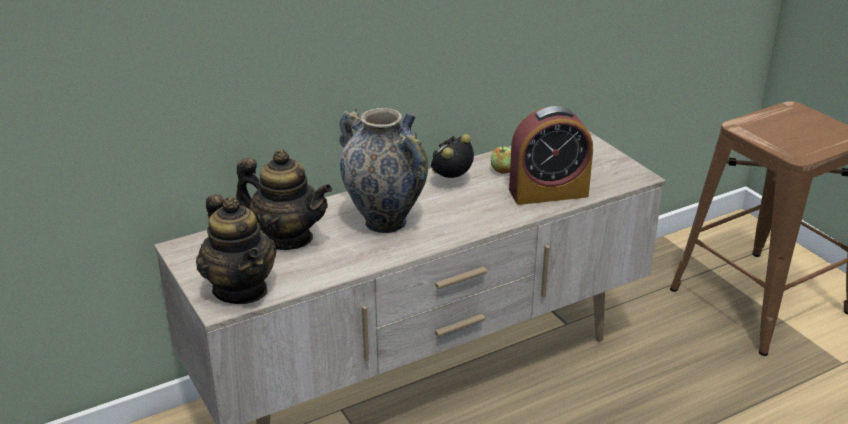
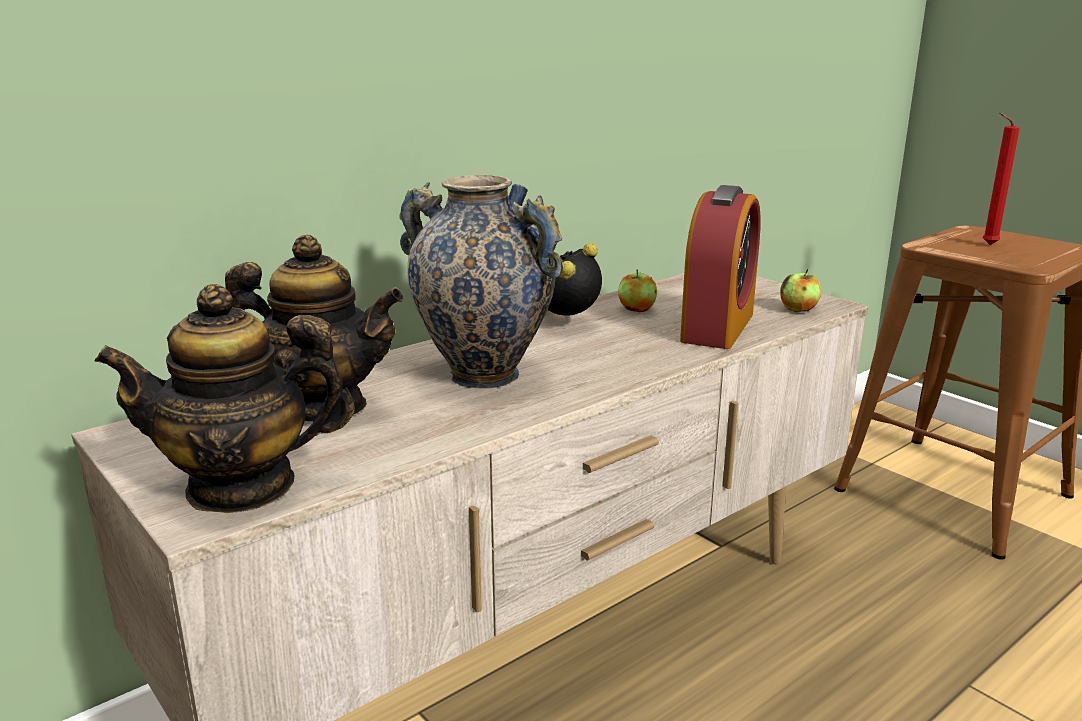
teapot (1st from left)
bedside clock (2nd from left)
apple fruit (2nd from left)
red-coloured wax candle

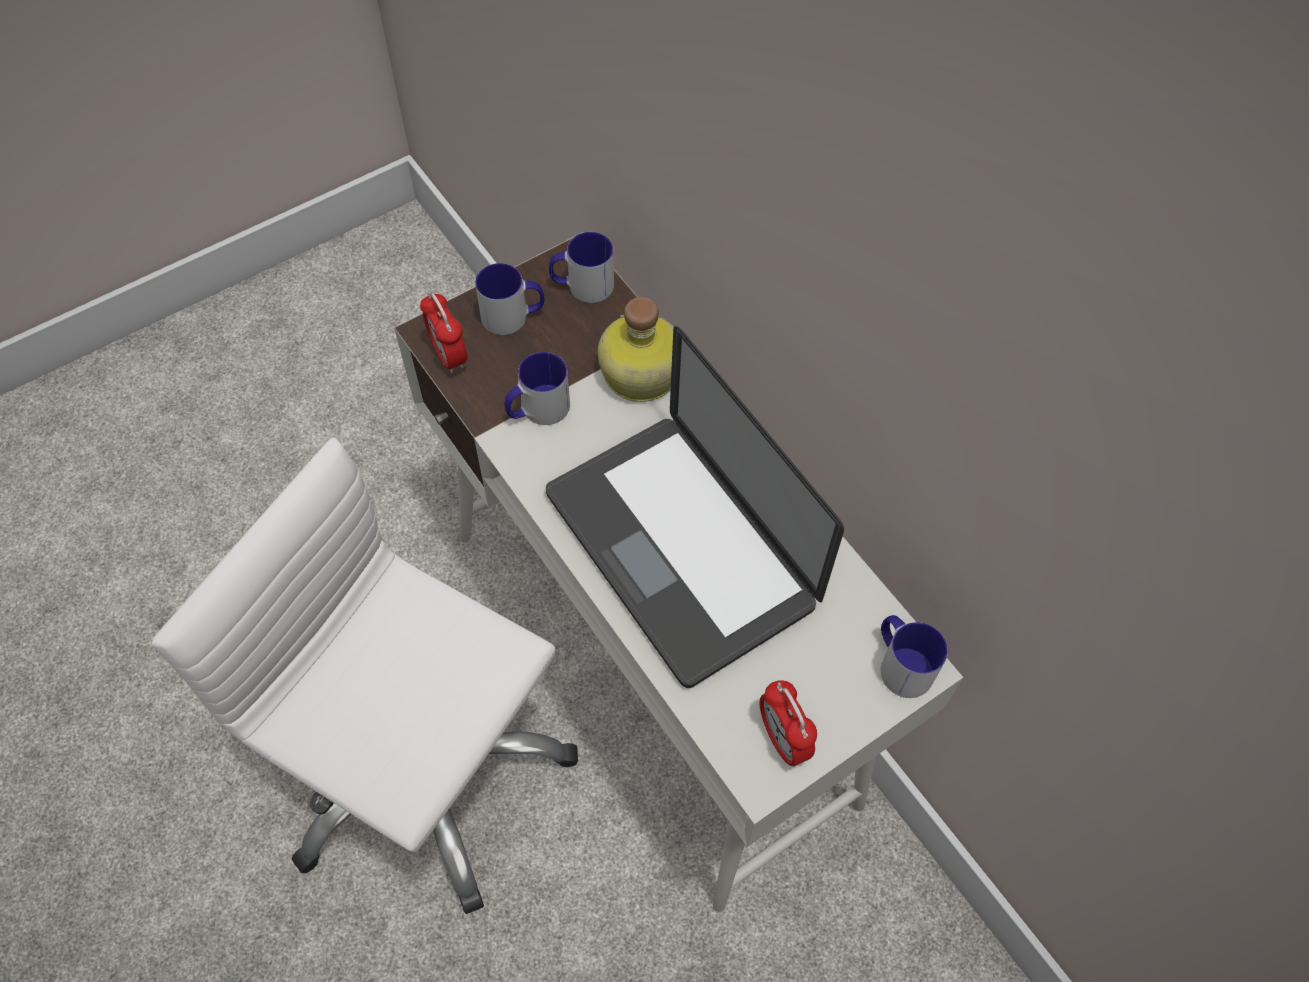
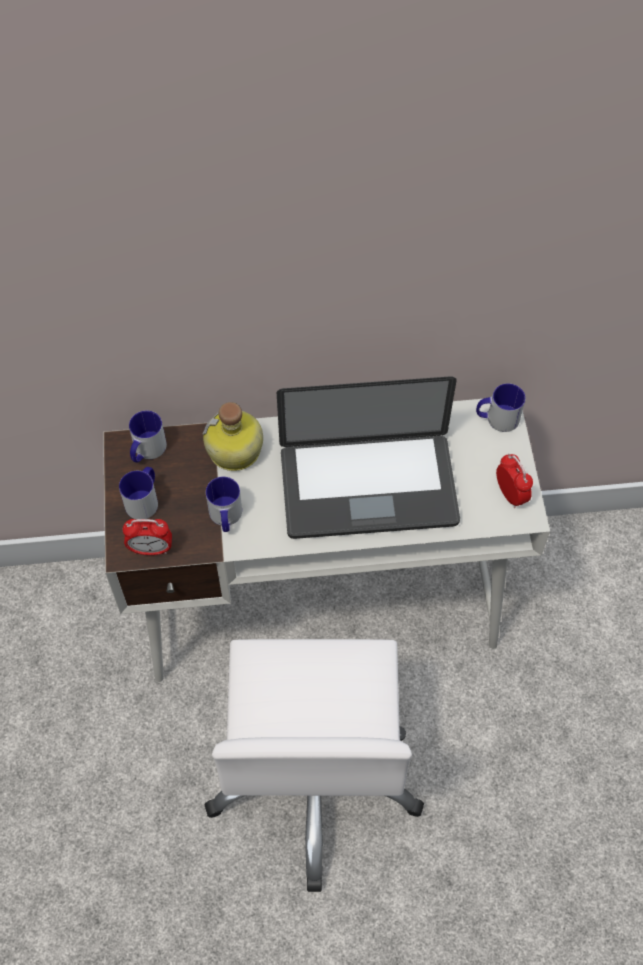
white-coloured office chair
bedside clock (2nd from left)

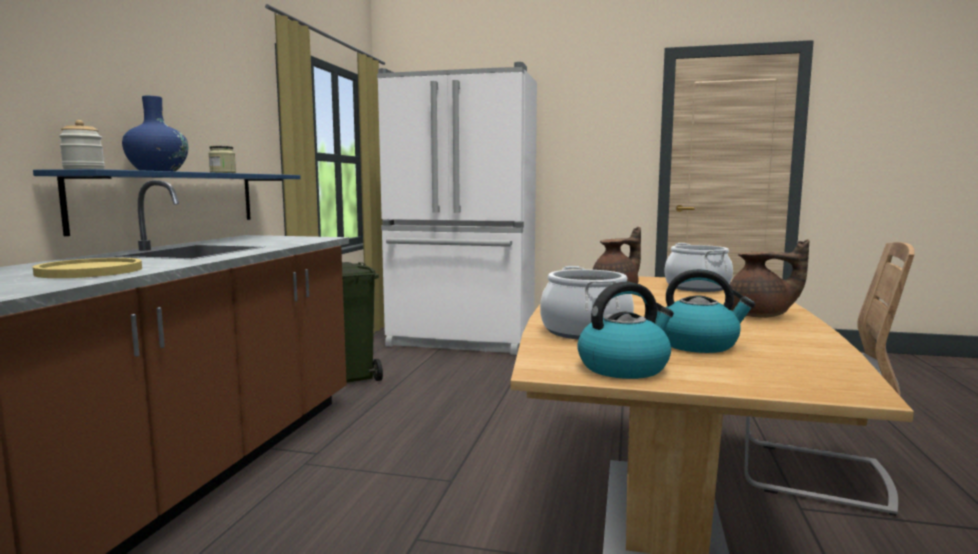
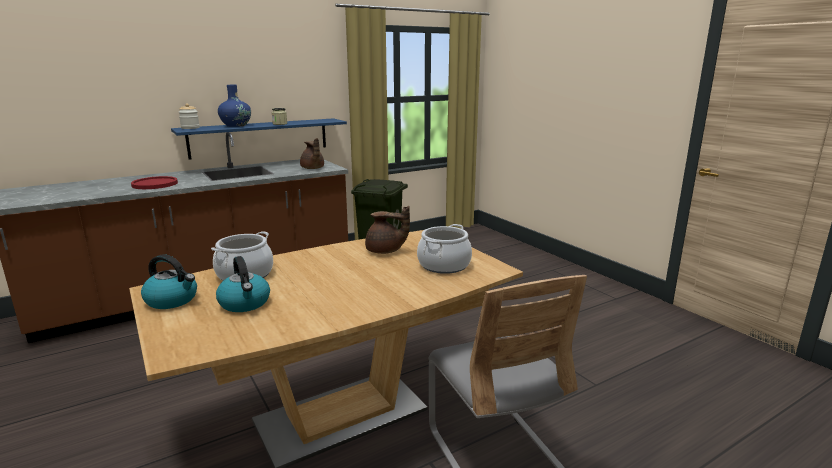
red-coloured flat dish
white-coloured fridge
brown-coloured teapot (1st from left)

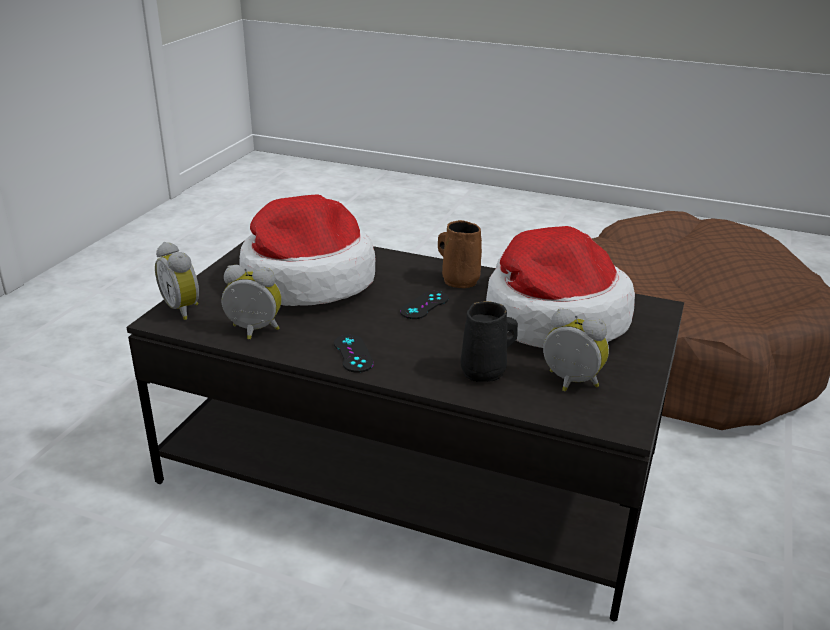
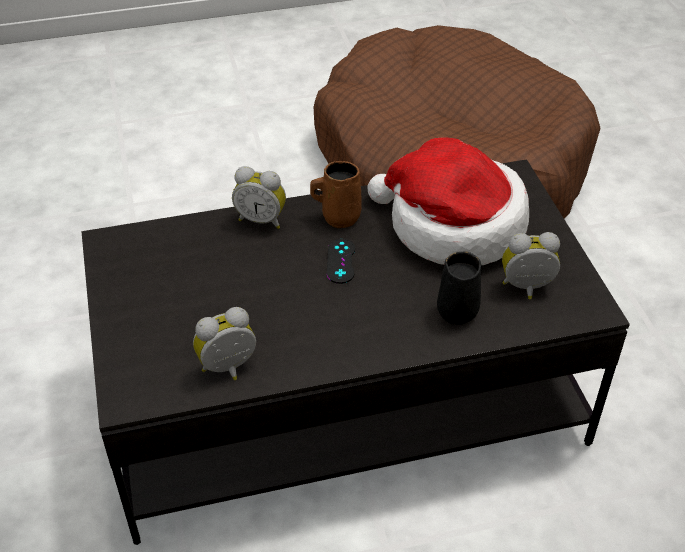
bedside clock (2nd from left)
wearable hat (1st from left in the first image)
black gamepad (1st from left in the first image)

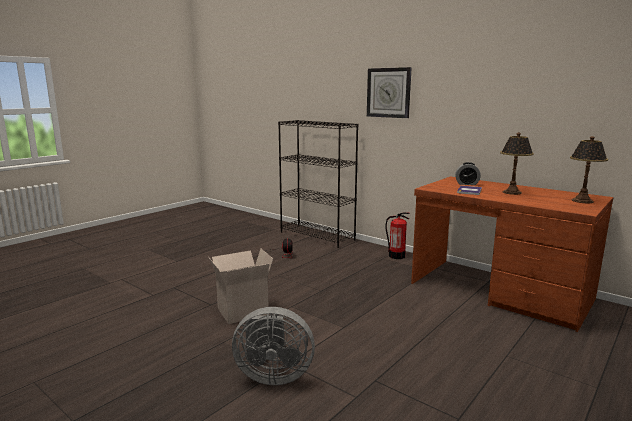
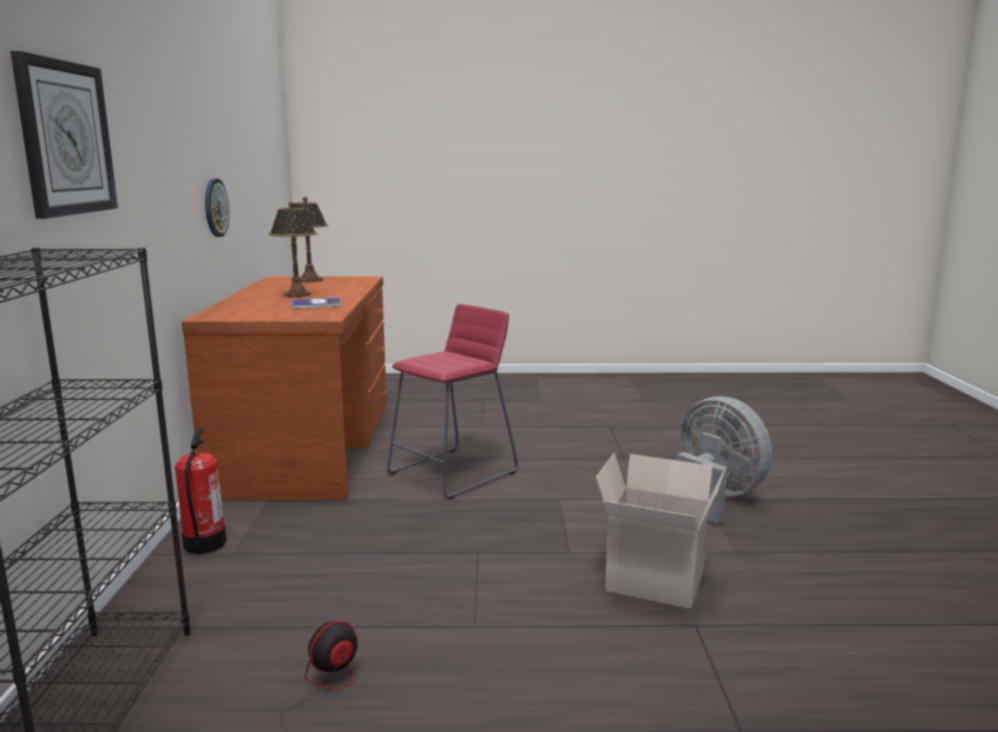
bedside clock
clock on the wall (2nd from left)
red-coloured stool seat

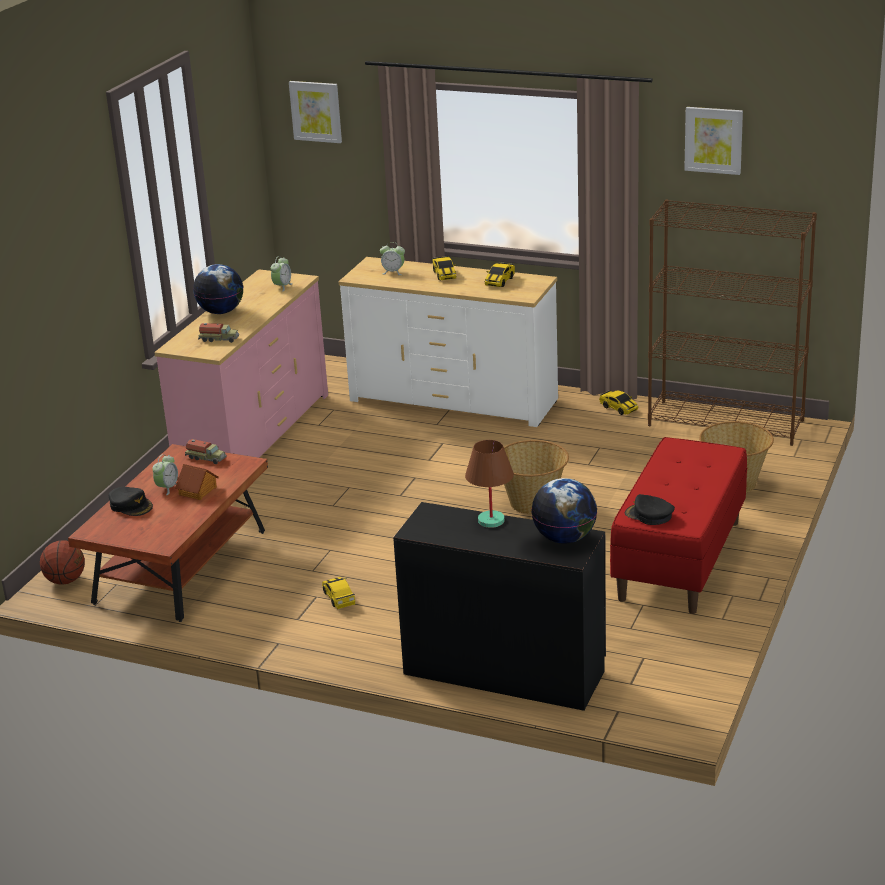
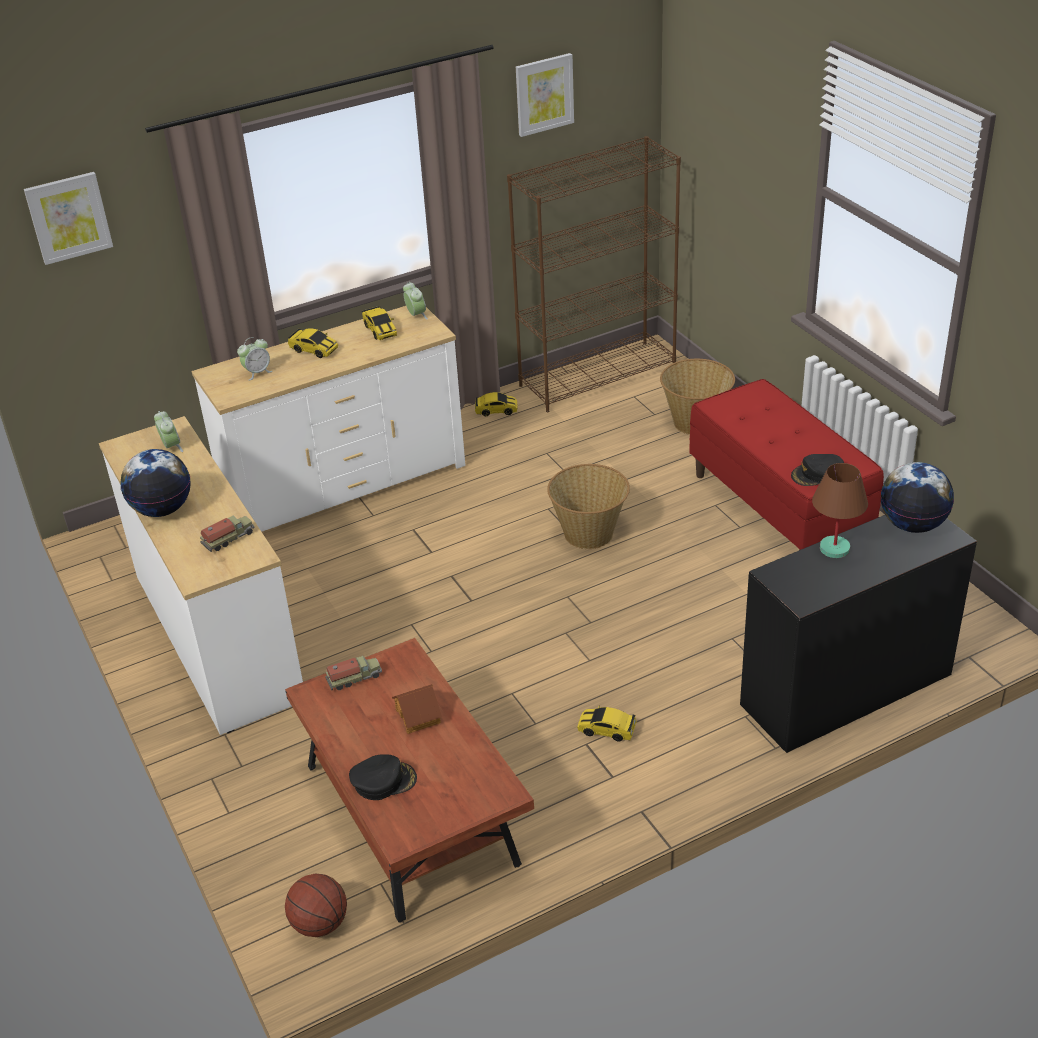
bedside clock (3rd from left)
white-coloured dresser (1st from left)

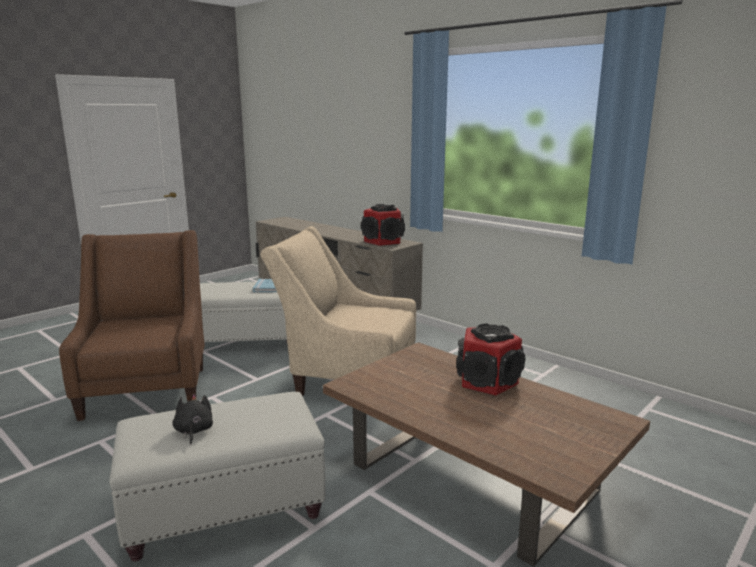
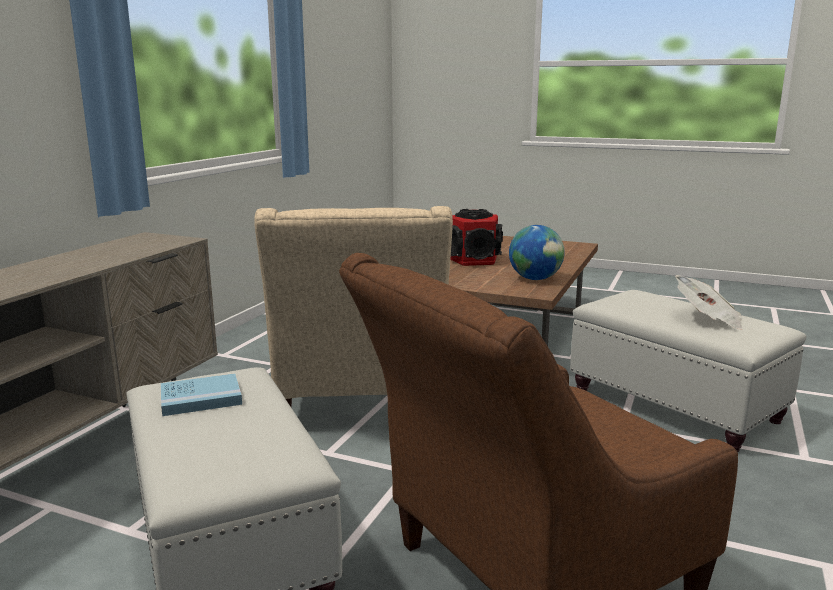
daily paper
audio speaker (1st from left in the first image)
desk globe

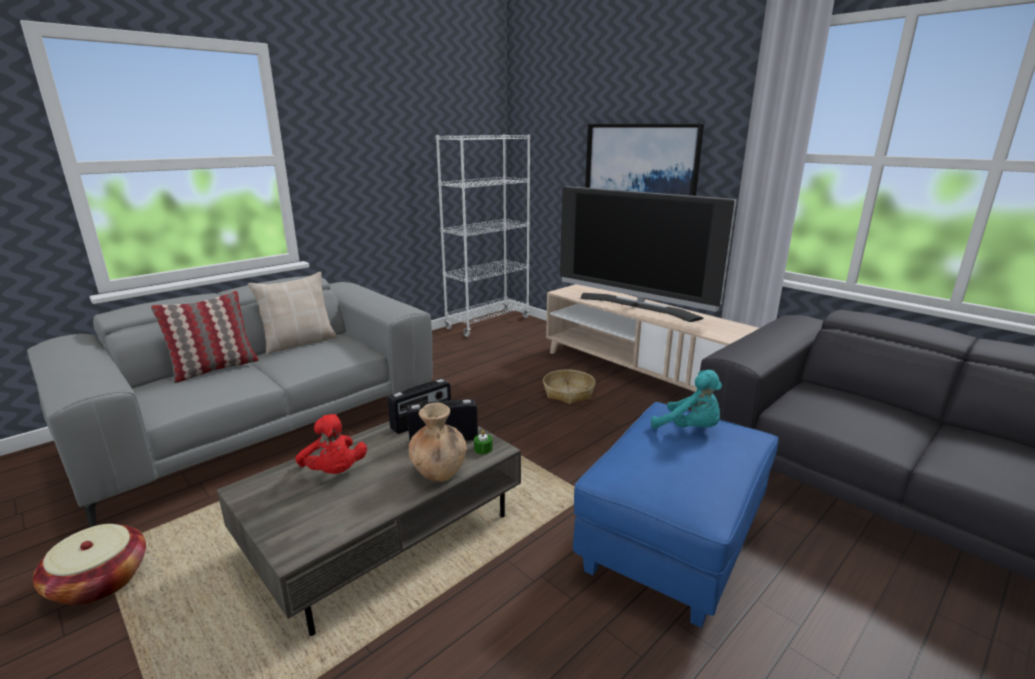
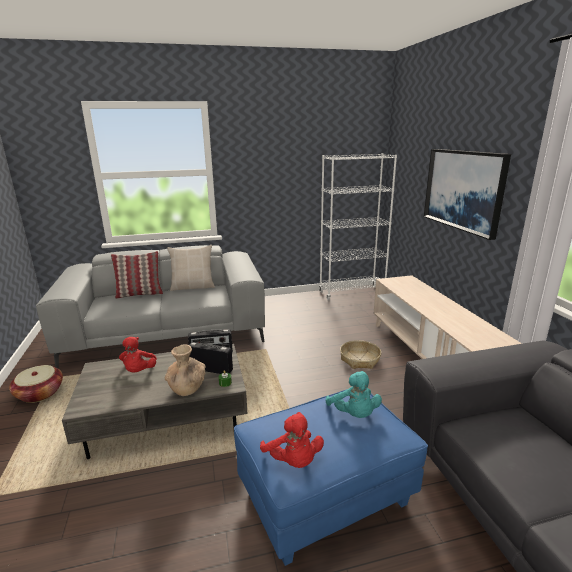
TV set
red-coloured plush toy (2nd from left)

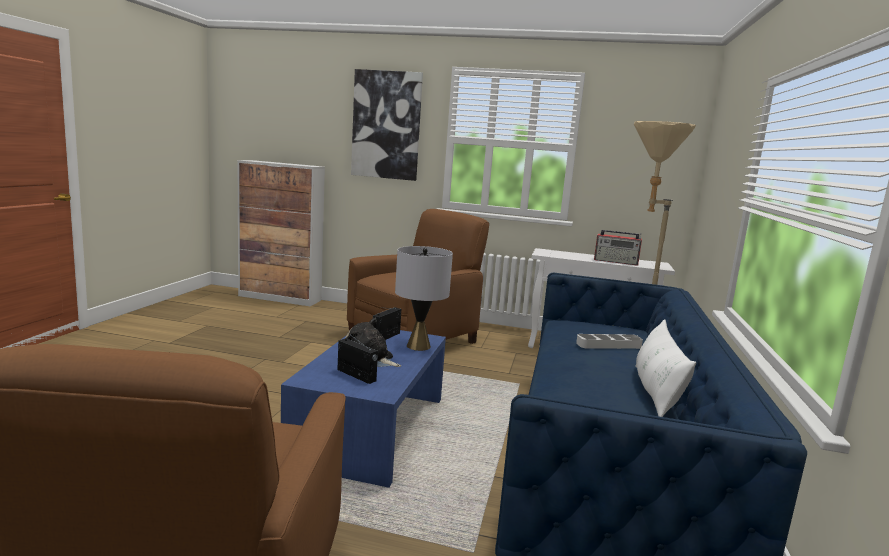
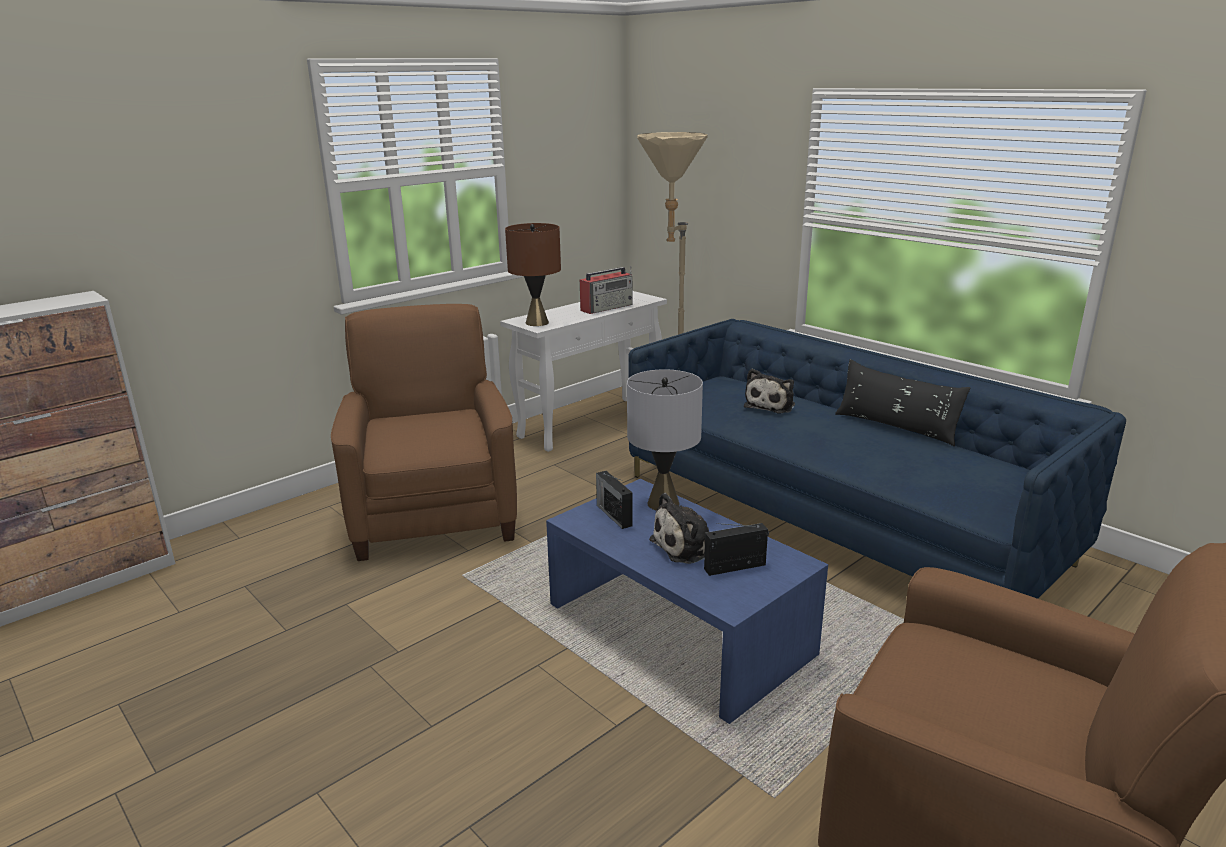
wall art
plush toy (2nd from left)
black throw pillow
brown-coloured tabletop lamp

